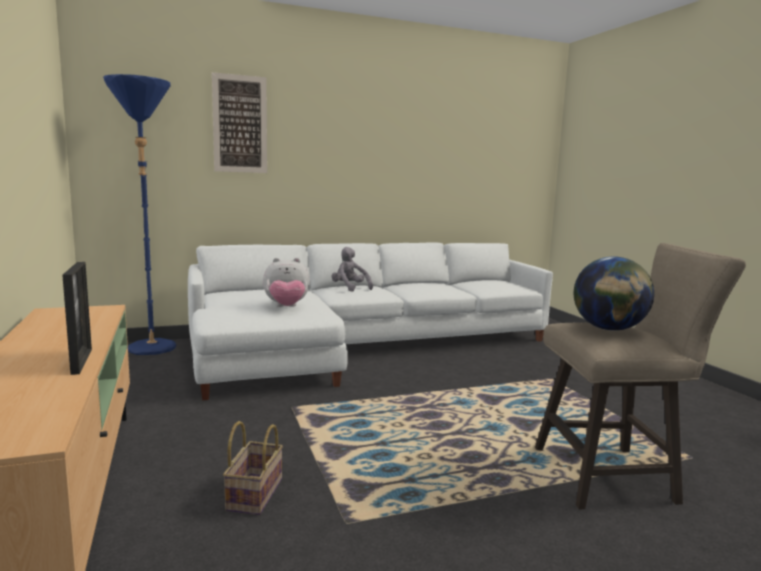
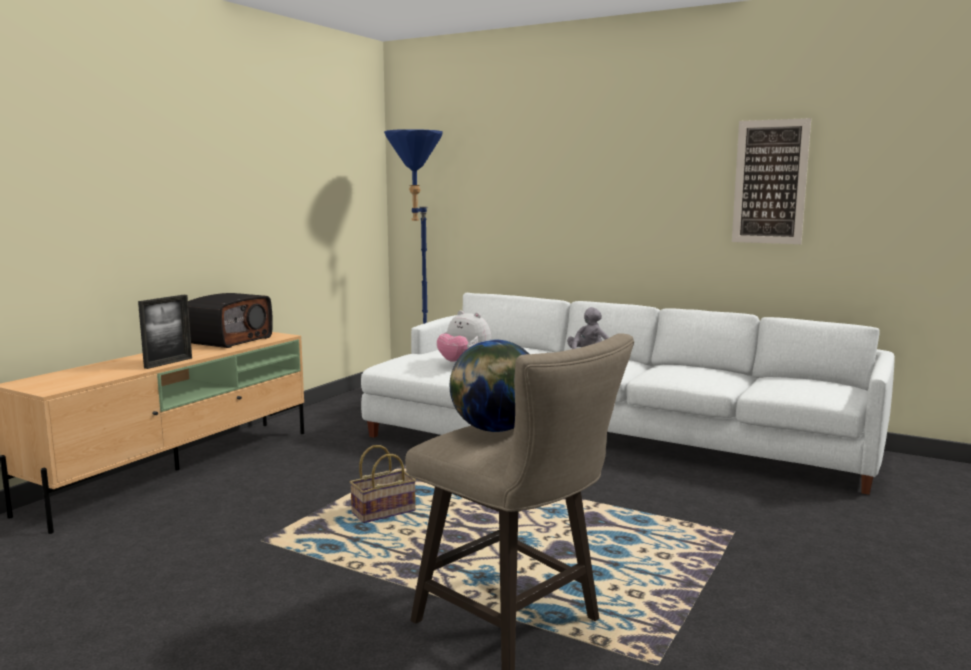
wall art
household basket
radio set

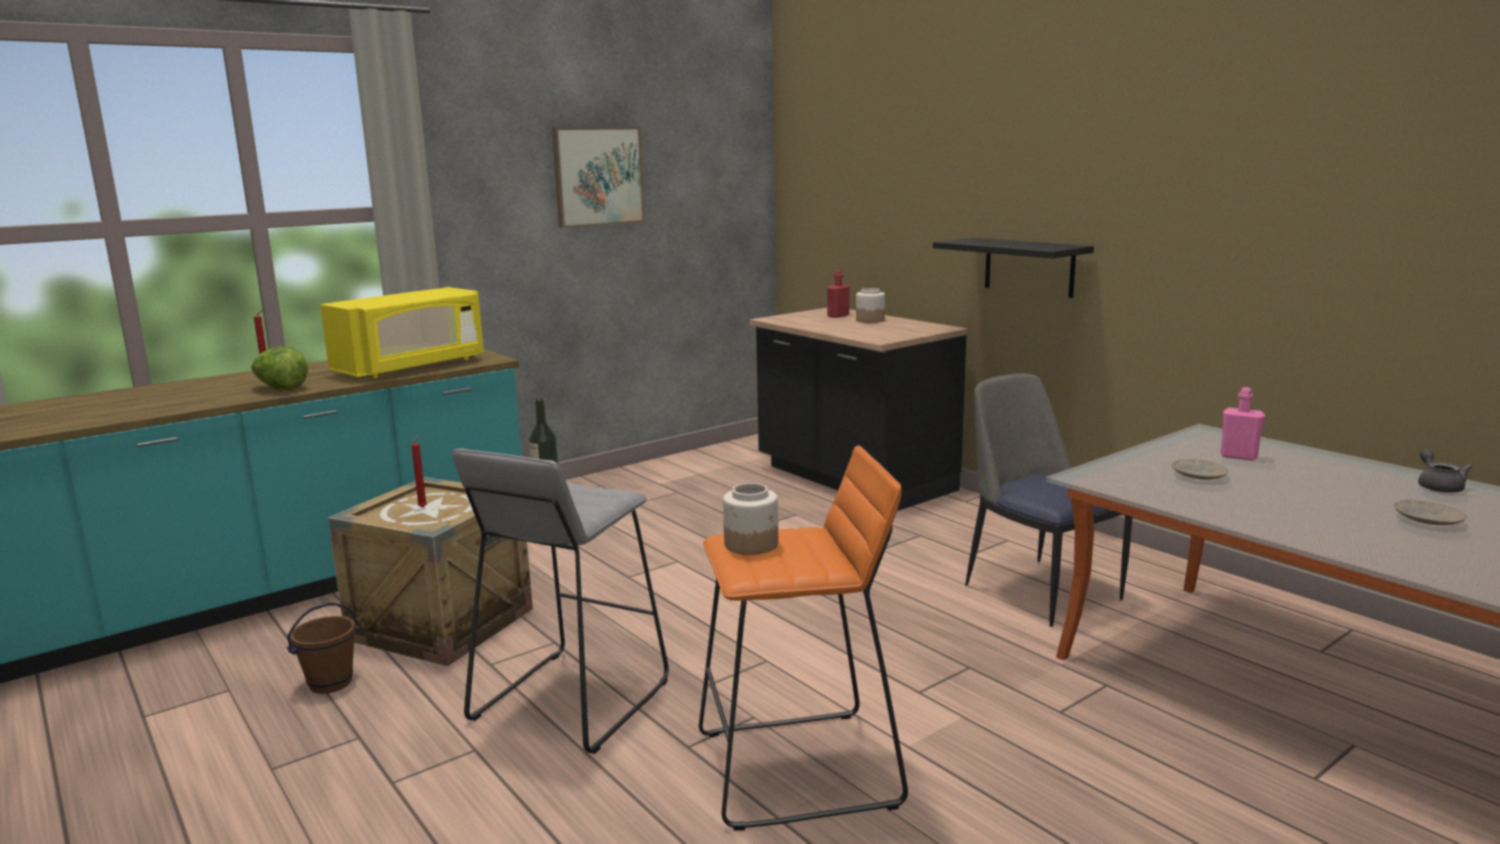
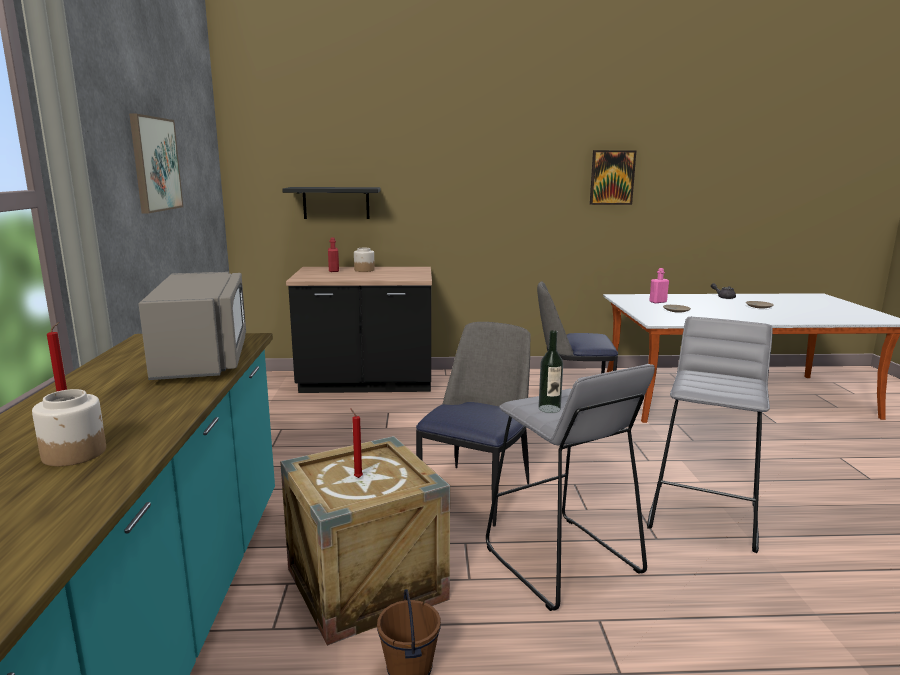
head of lettuce
grey microwave oven
grey stool seat (2nd from left)
preserve jar (1st from left)
black shelf
upright chair (1st from left)
wall art (2nd from left)

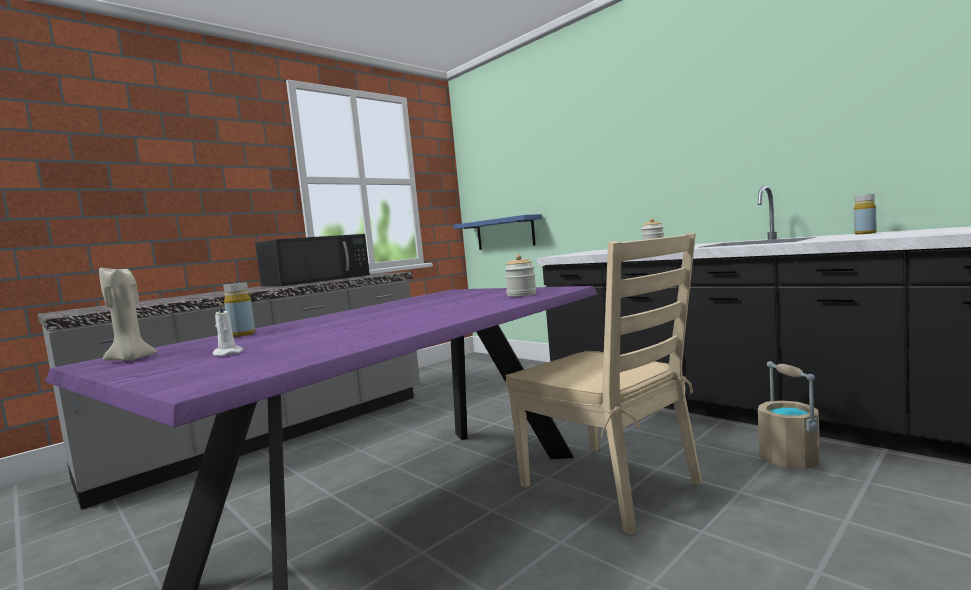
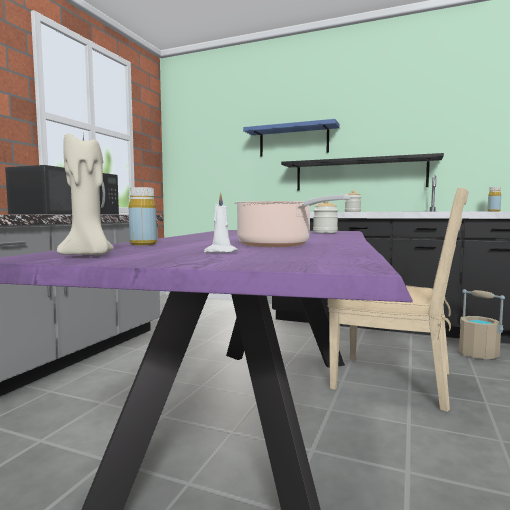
bluish shelf
saucepot
black shelf

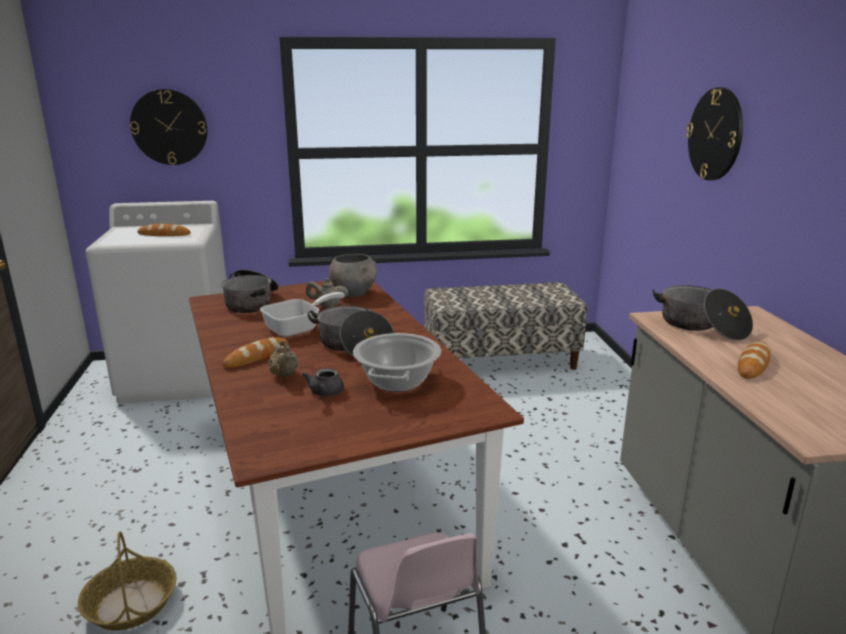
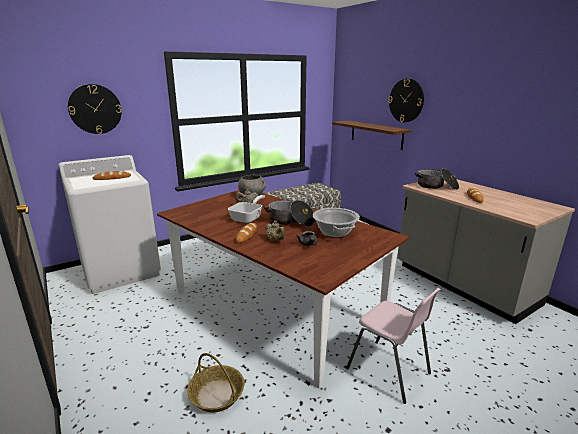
saucepot (1st from left in the first image)
shelf

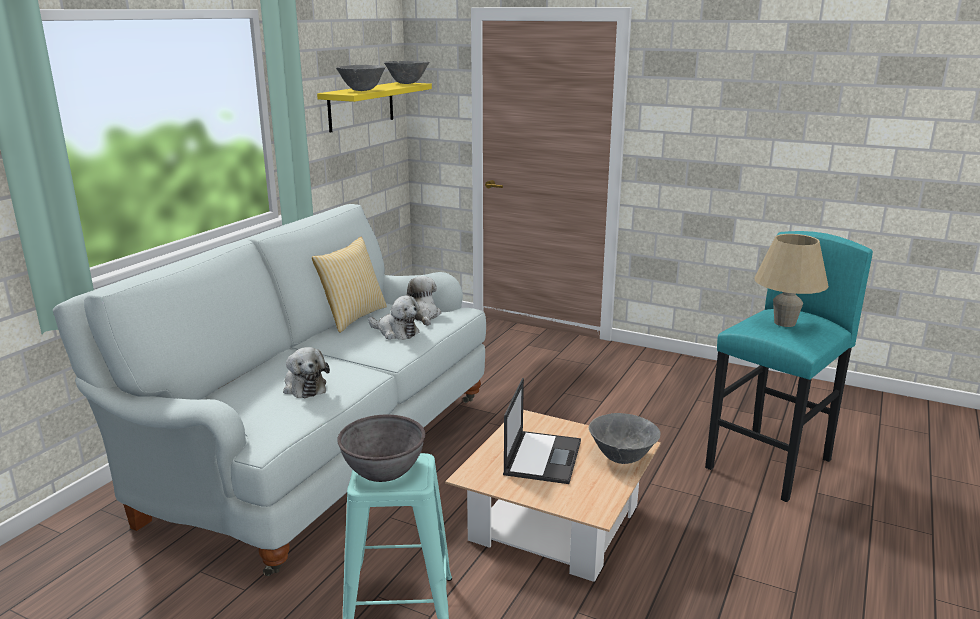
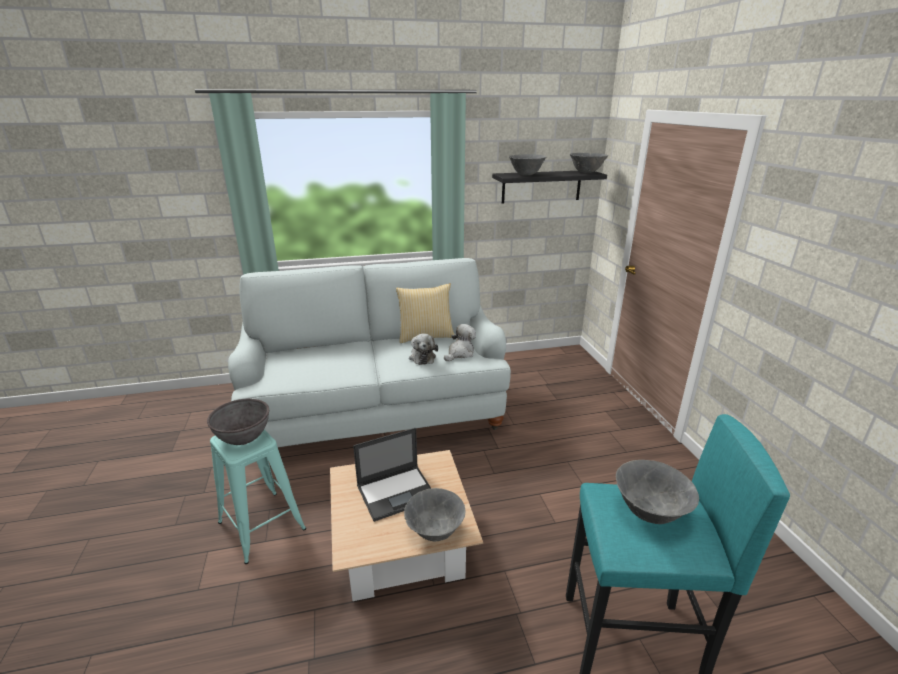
plush toy (1st from left in the first image)
black shelf
grey bowl (5th from left)

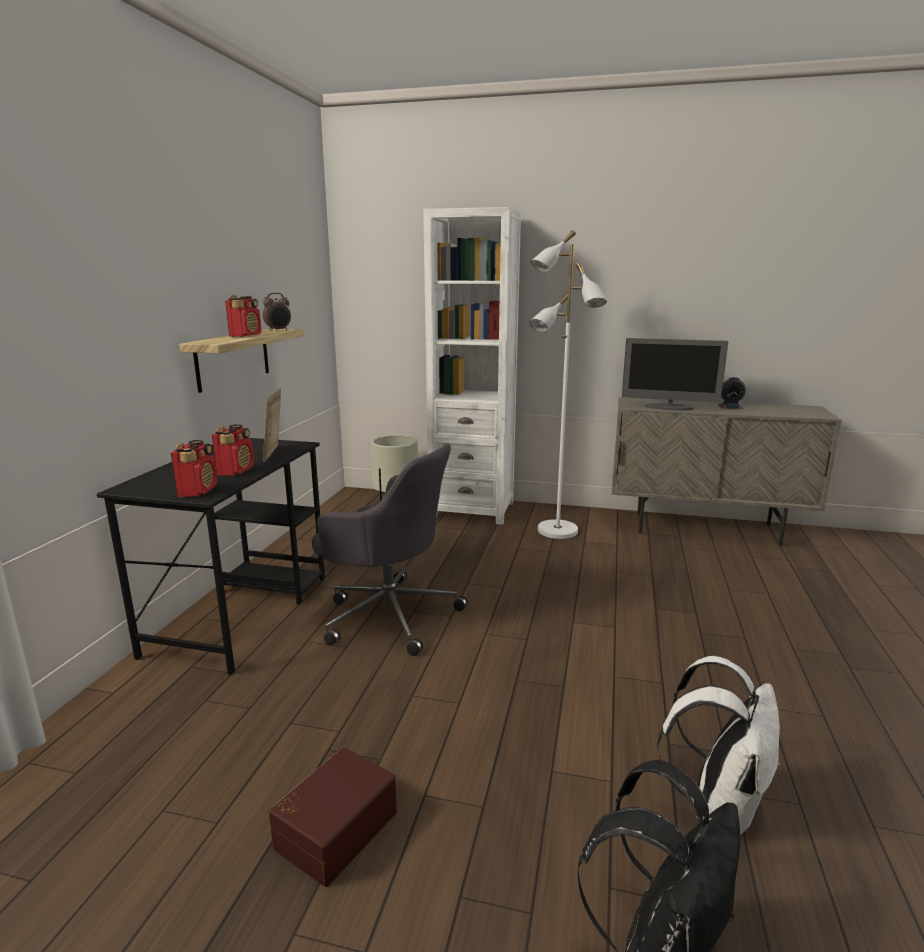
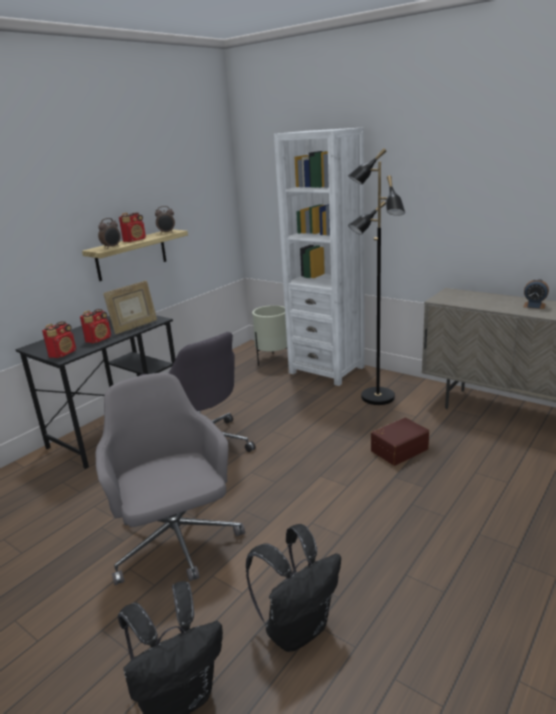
picture frame
brown-coloured storage bin
black standard lamp
computer display
black backpack (2nd from left)
grey office chair (1st from left)
bedside clock (1st from left)

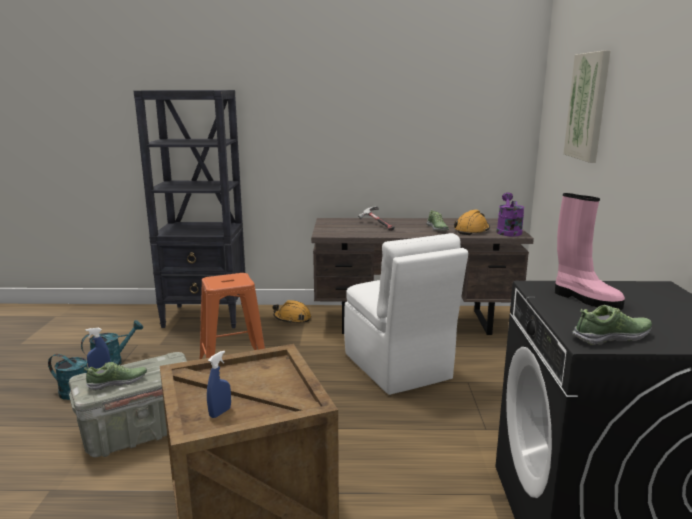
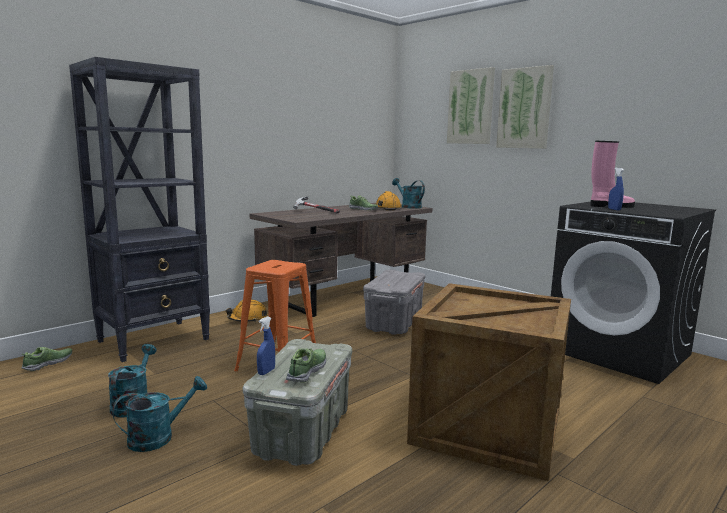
bluish spray bottle (2nd from left)
grey storage bin (2nd from left)
blue-green watering can (3rd from left)
shoe (1st from left)
wall art (2nd from left)

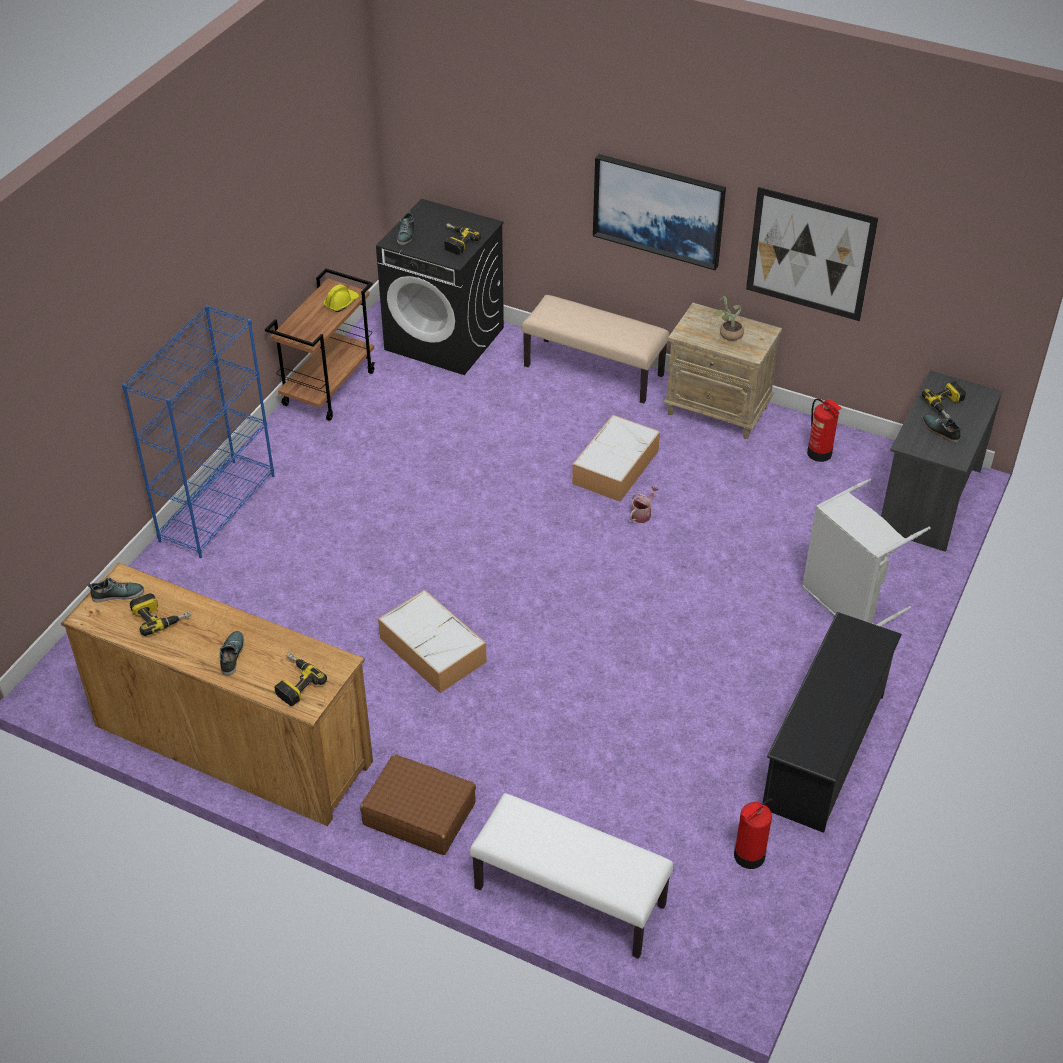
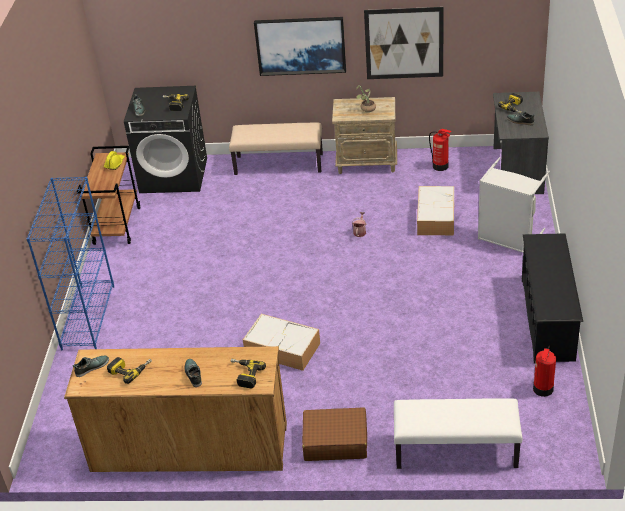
storage bin (2nd from left)

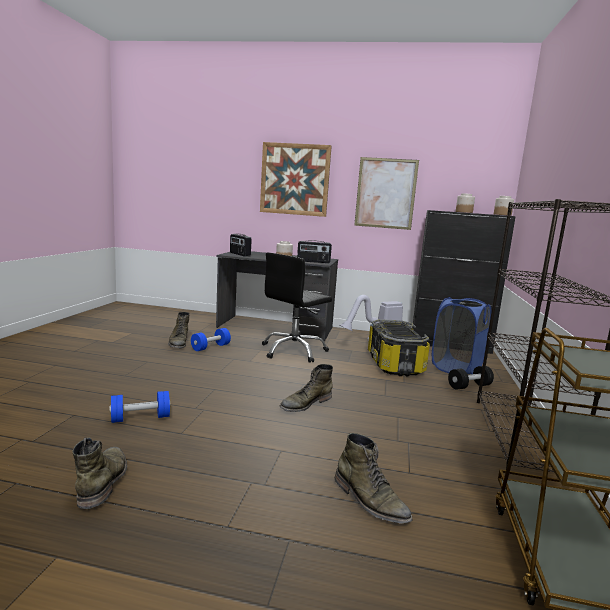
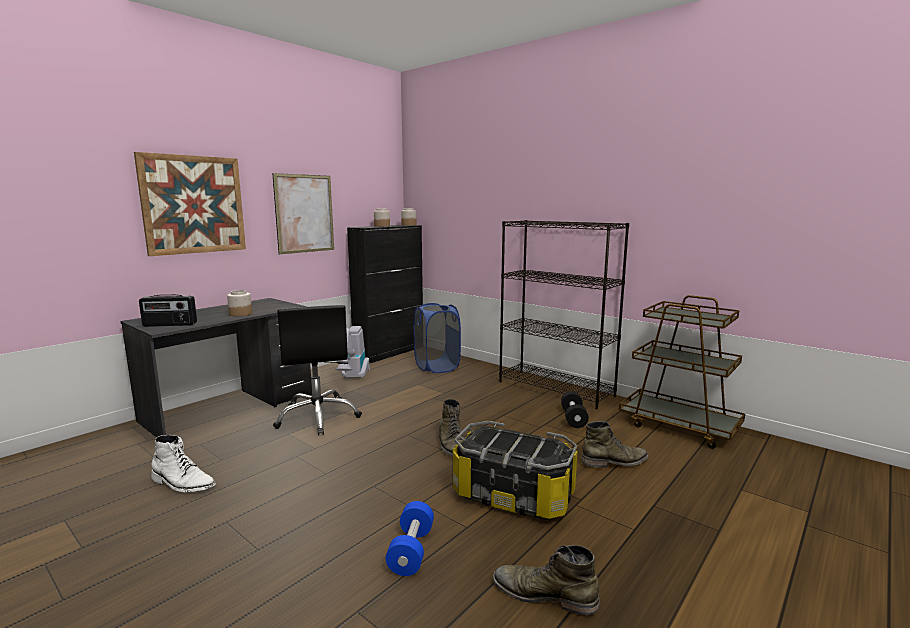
white-coloured high-top boot
bluish dumbbell (2nd from left in the first image)
radio set (2nd from left in the first image)
storage bin
black dumbbell

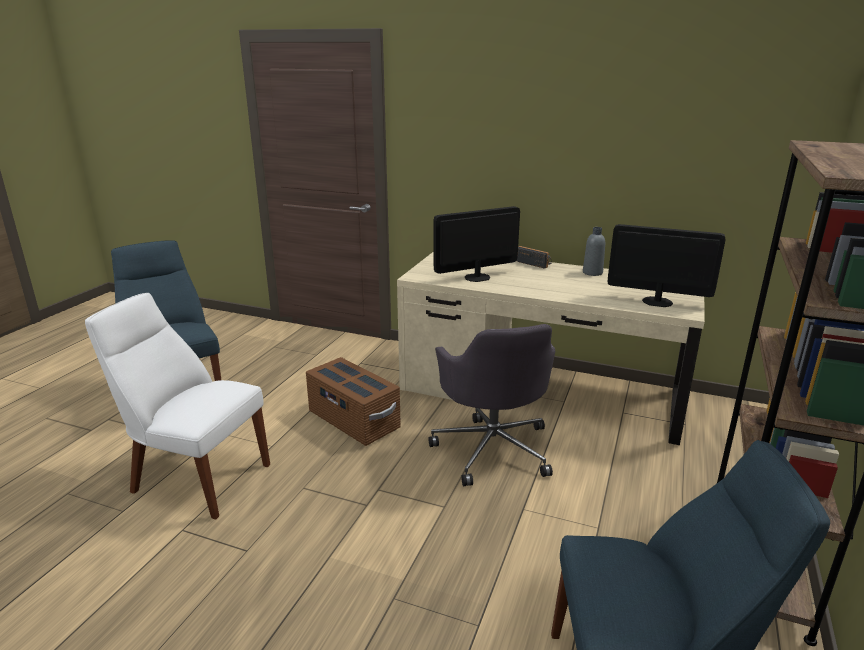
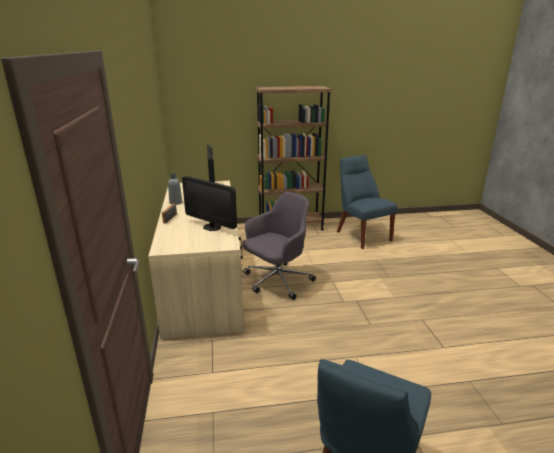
white-coloured upright chair
brown-coloured storage bin

